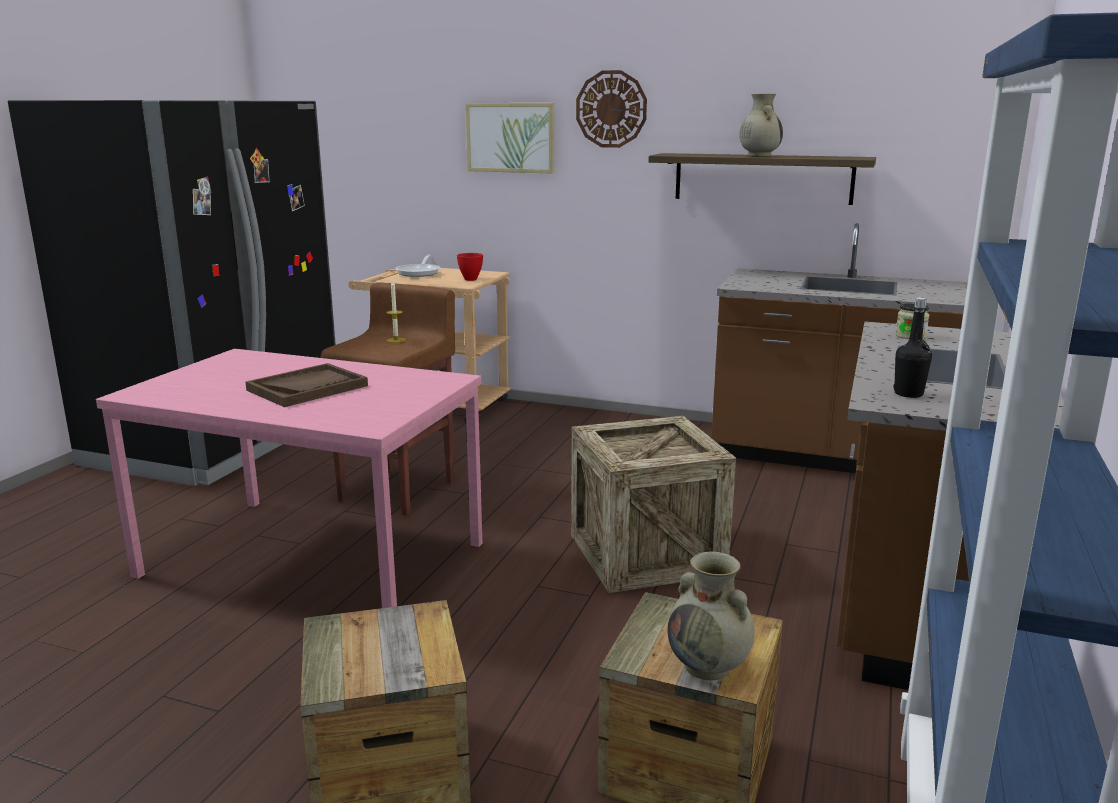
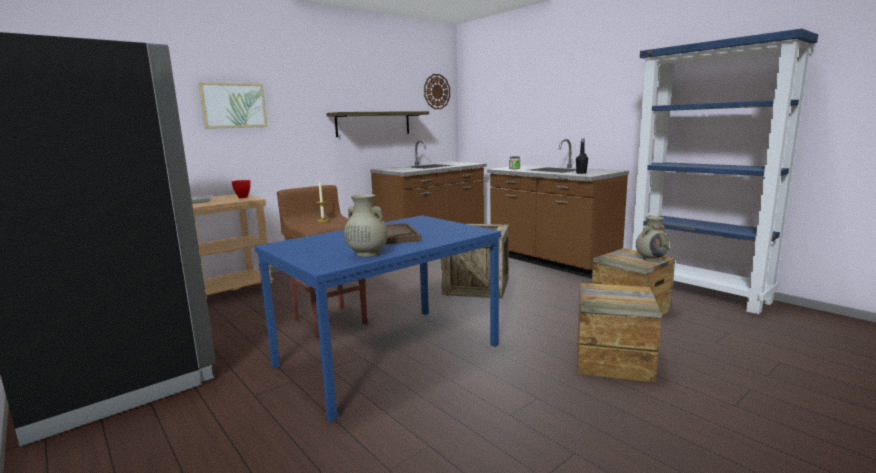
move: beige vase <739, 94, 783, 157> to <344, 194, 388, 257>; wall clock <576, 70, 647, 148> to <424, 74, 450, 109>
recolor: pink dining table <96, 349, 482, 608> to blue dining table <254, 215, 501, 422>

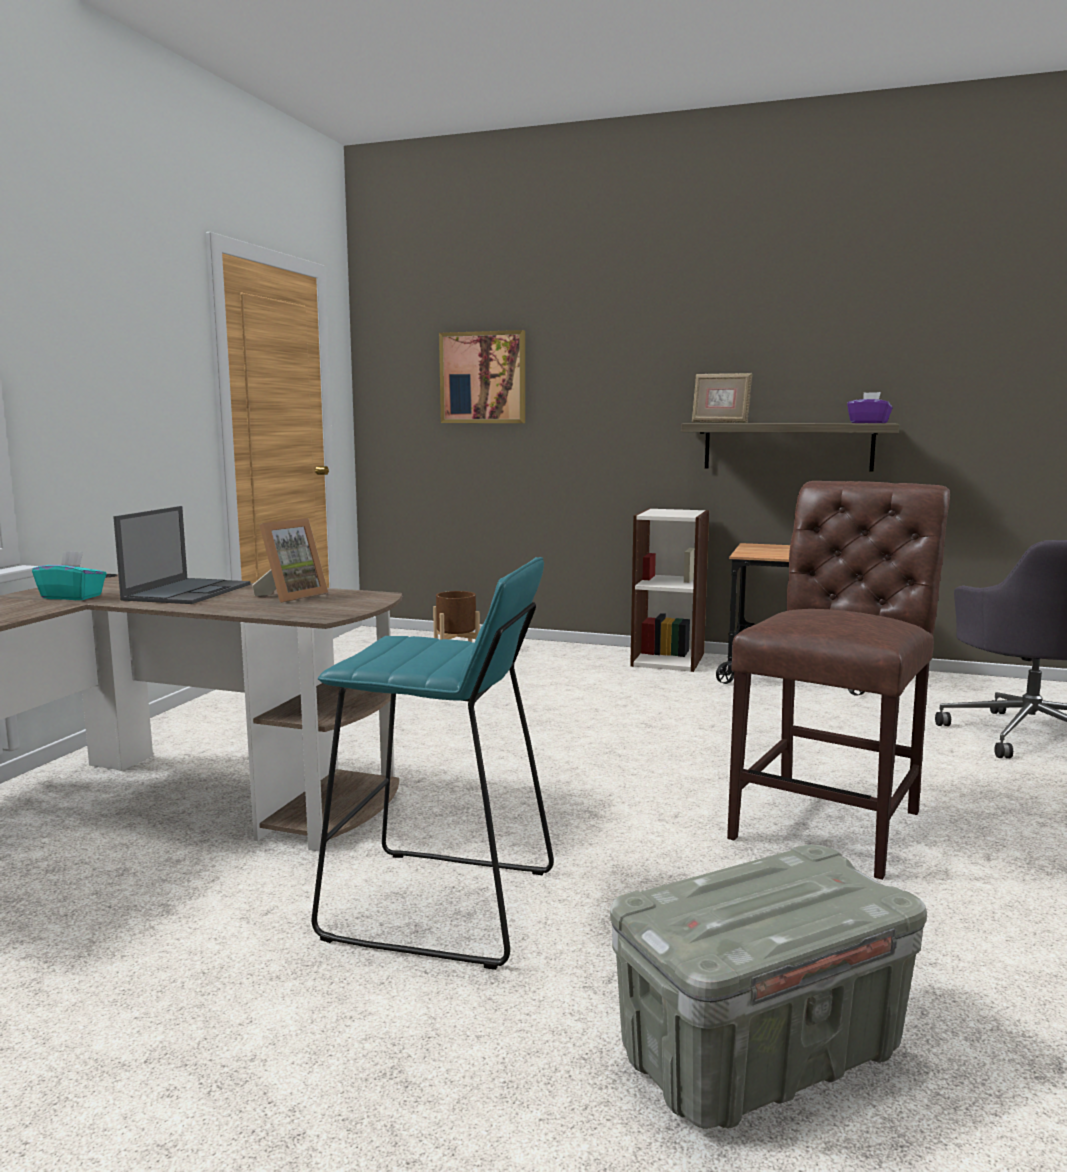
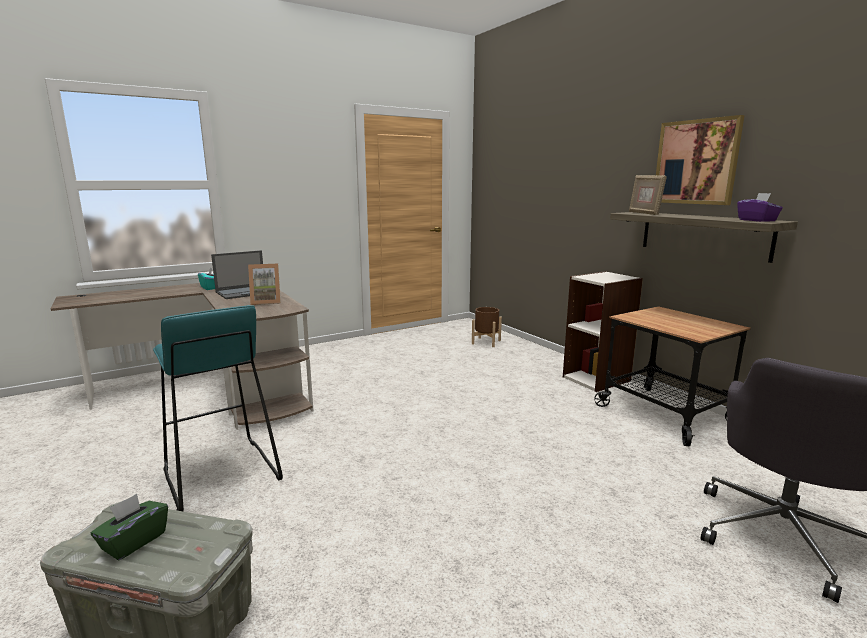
delete: brown chair <727, 481, 950, 880>
insert: green tissue box <91, 494, 168, 561>
move: picture <439, 330, 525, 423> to <656, 115, 744, 205>

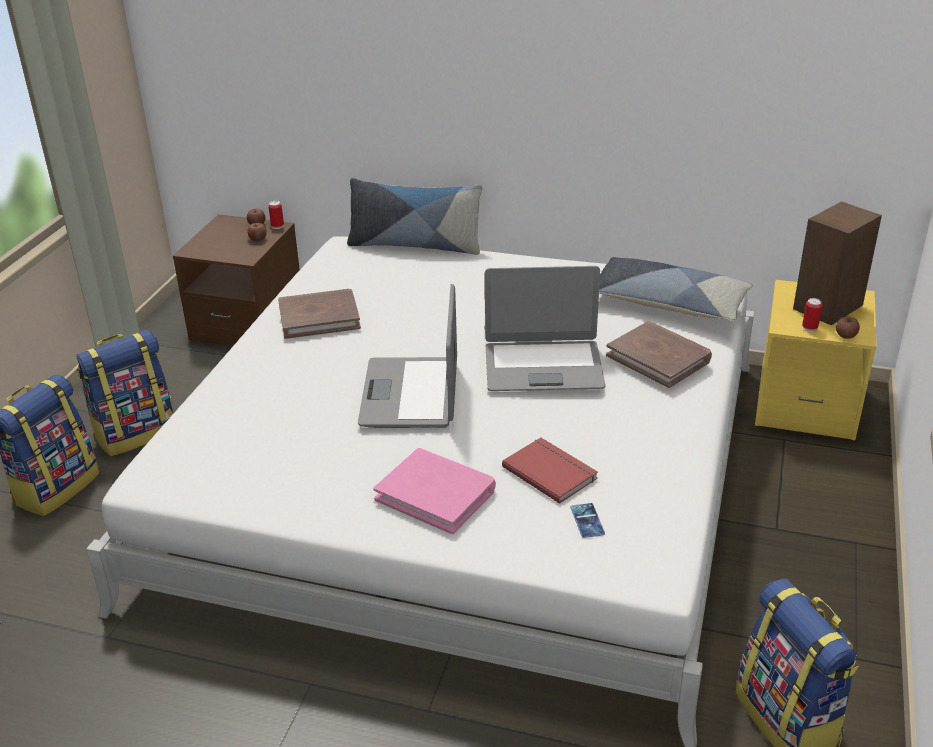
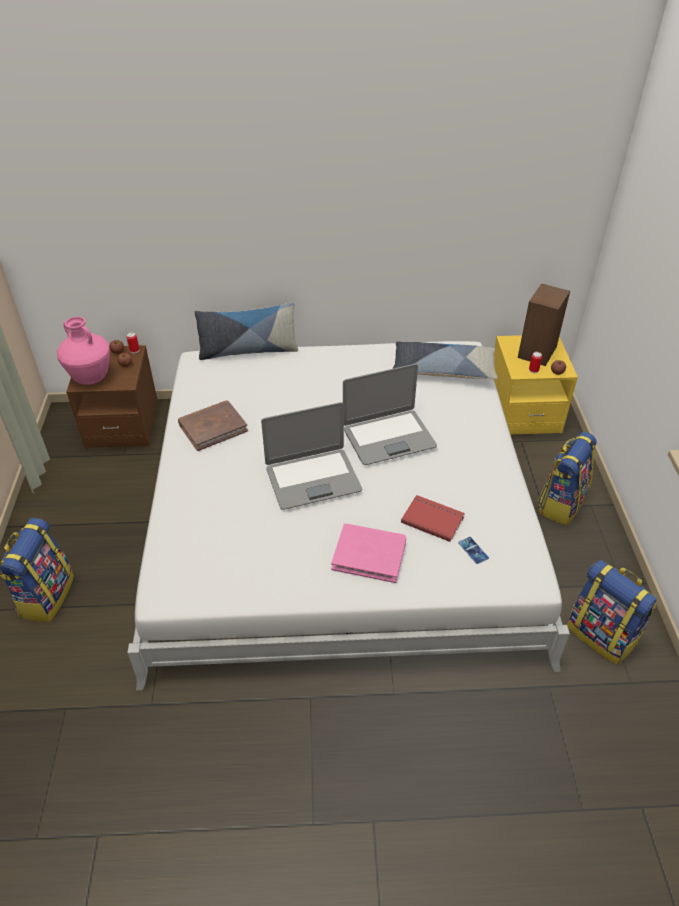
delete: brown book <606, 321, 712, 388>
insert: pink vase <57, 316, 110, 385>
move: backpack <76, 330, 174, 456> to <538, 432, 597, 526>
rotate: laptop <358, 284, 457, 428> = <261, 402, 362, 510> 90 degrees counterclockwise

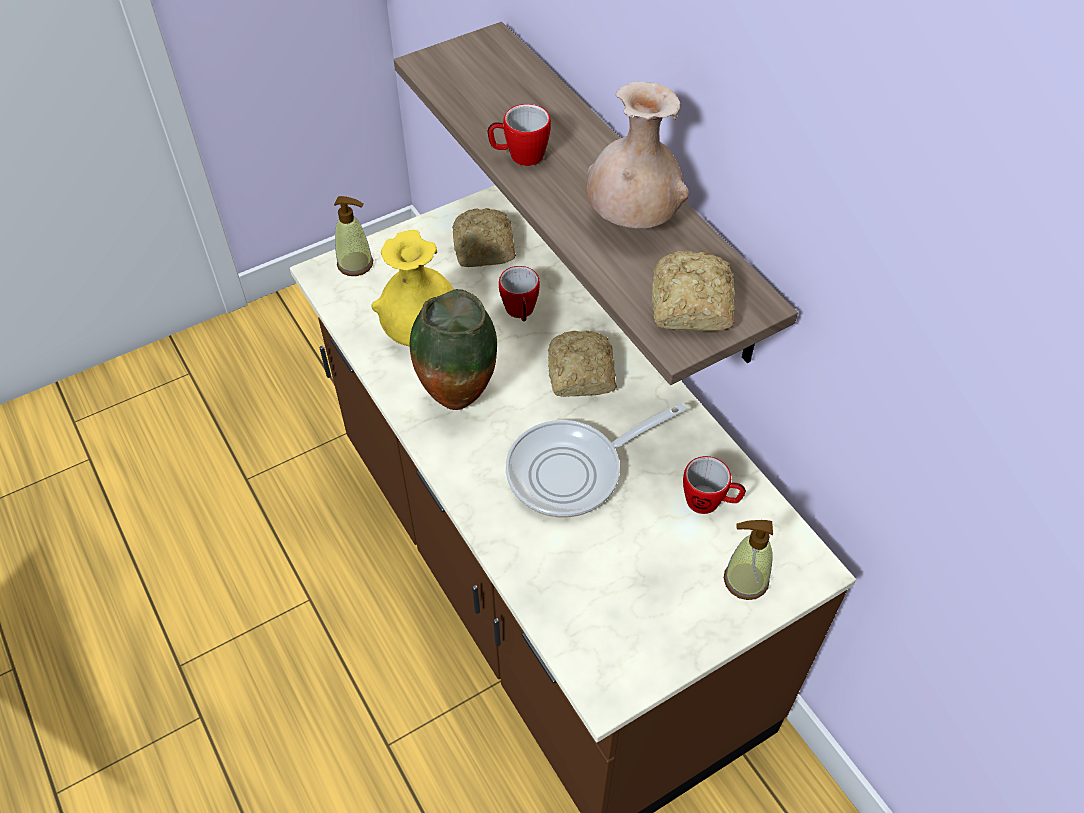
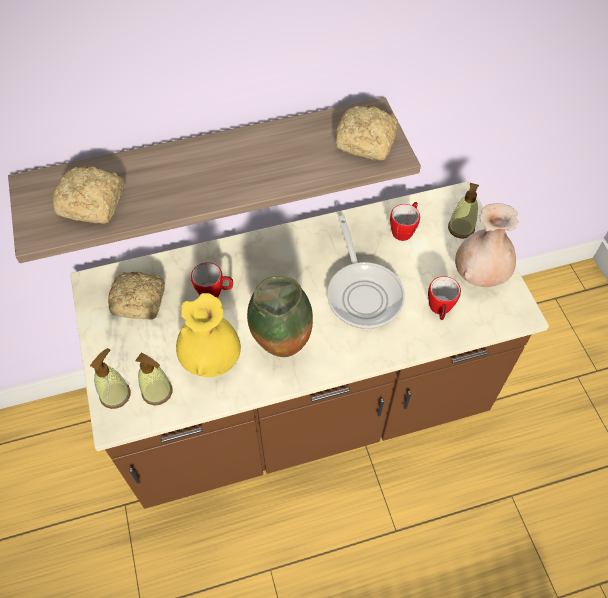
insert: soap dispenser <135, 352, 172, 406>
move: bread <548, 331, 617, 397> to <53, 166, 124, 224>; mug <488, 104, 551, 166> to <428, 276, 461, 320>; beige vase <587, 81, 689, 229> to <455, 203, 519, 287>

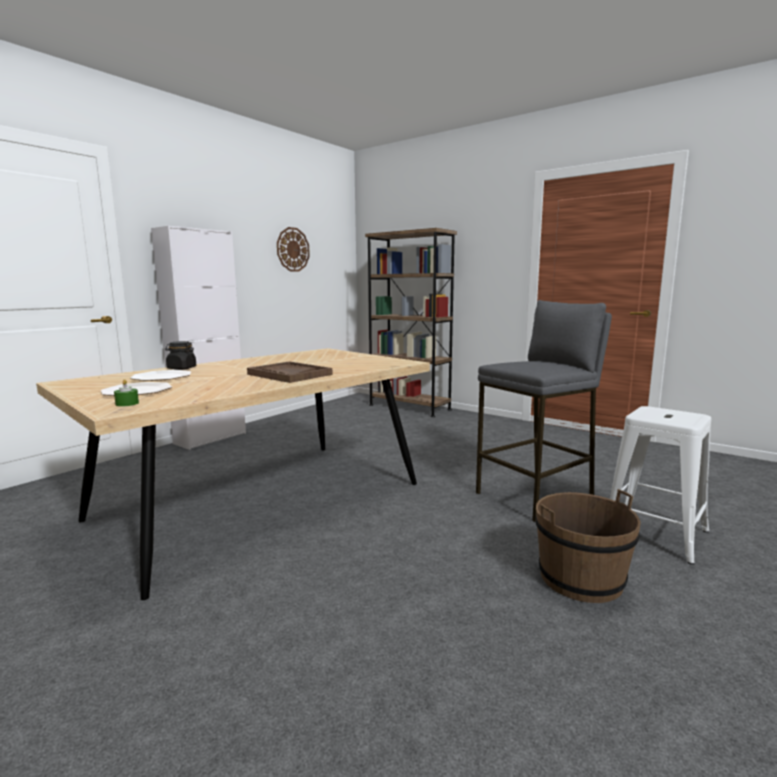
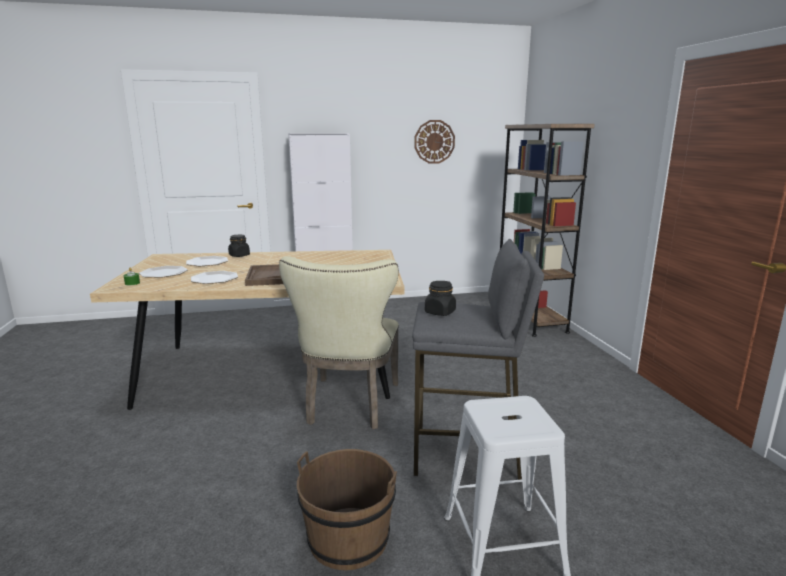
insert: plate <191, 271, 238, 284>; beige chair <279, 256, 399, 429>; black jar <425, 281, 456, 316>

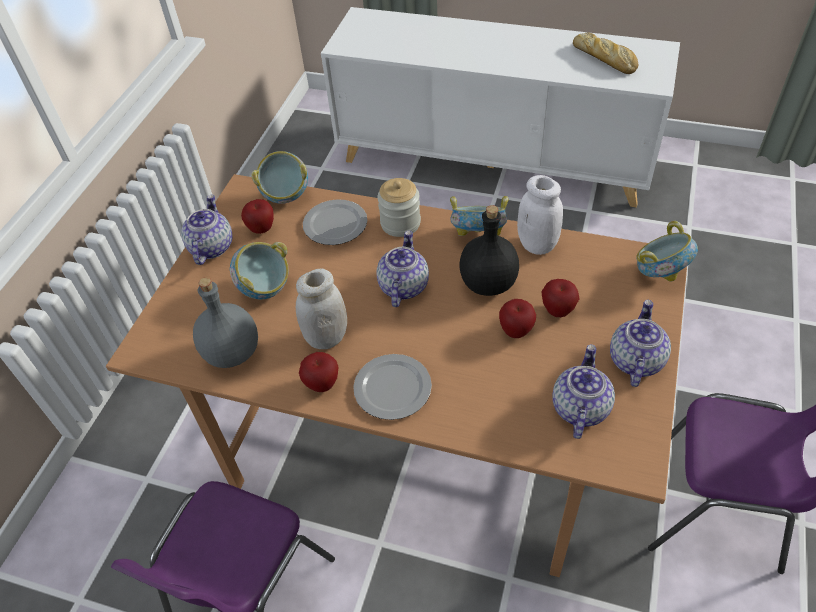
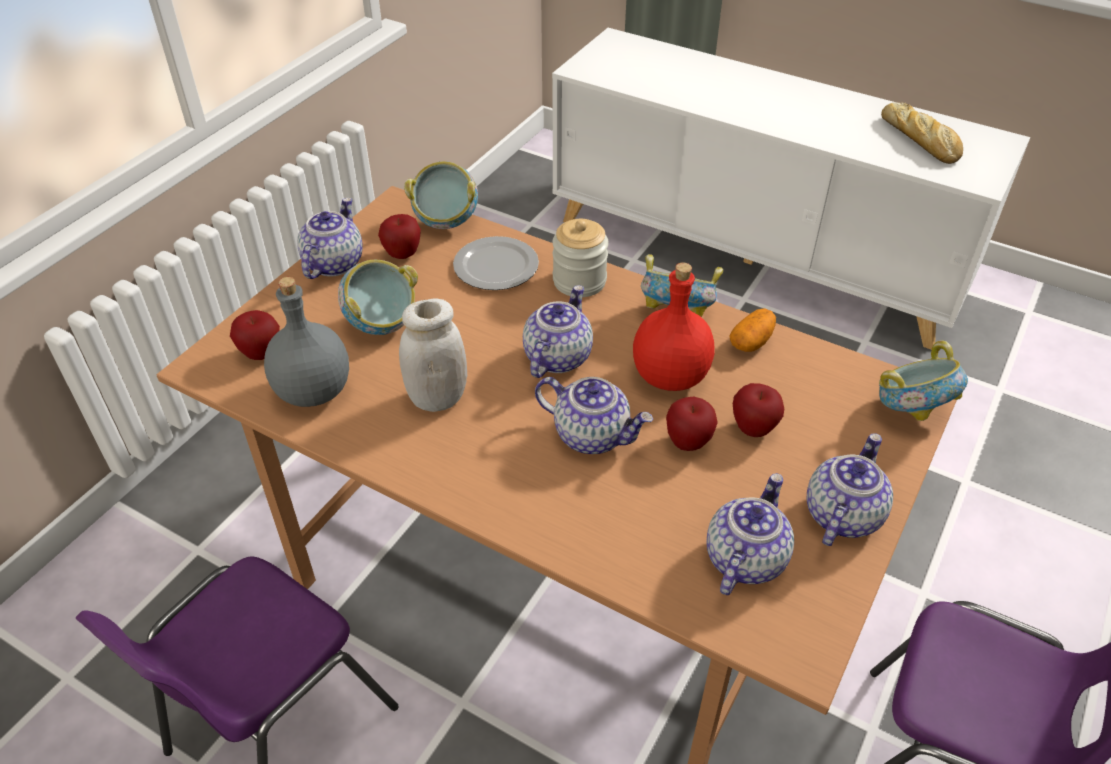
delete: plate <353, 354, 432, 420>
insert: teapot <535, 377, 653, 454>
move: apple <299, 352, 339, 392> to <230, 310, 280, 360>
replace: white jar <517, 175, 563, 255> to potato <729, 308, 776, 352>
recolor: black bottle <460, 205, 519, 296> to red bottle <633, 262, 714, 391>

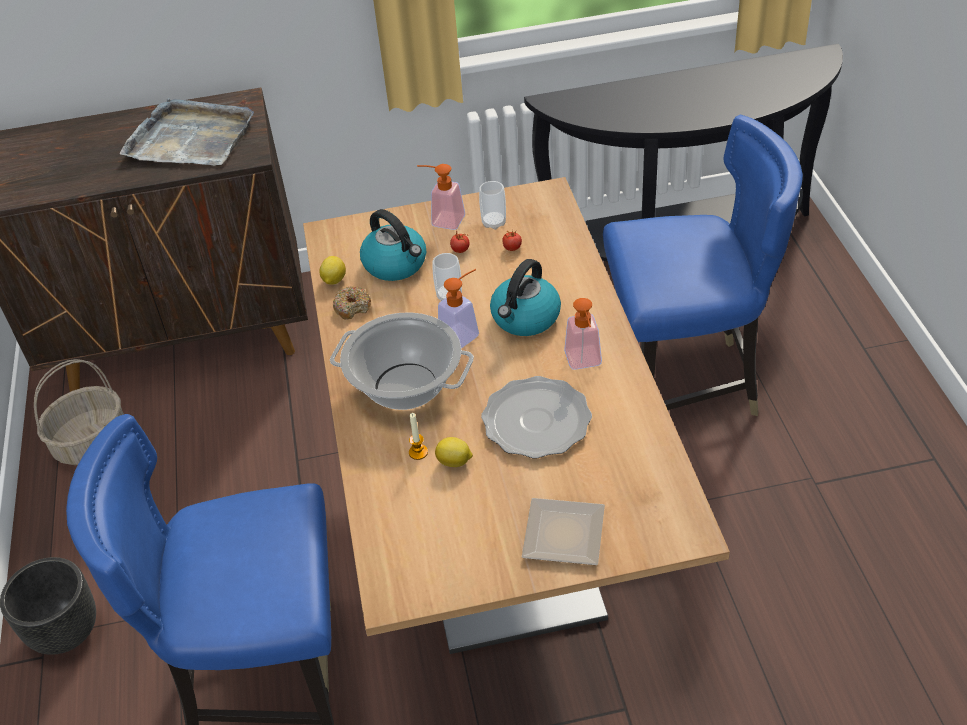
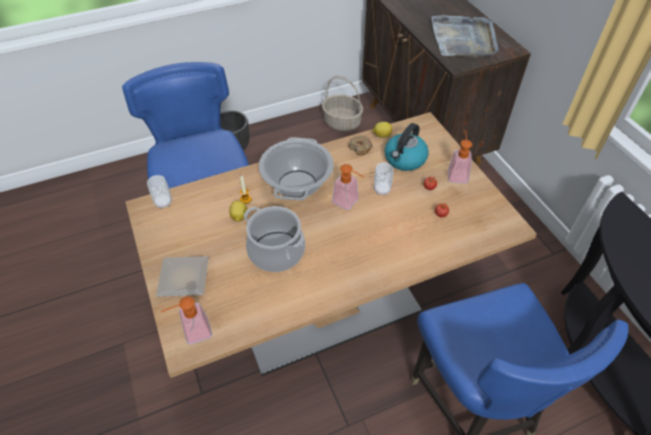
delete: kettle <490, 259, 561, 336>
move: cup <479, 181, 506, 230> to <147, 175, 172, 209>; soap dispenser <564, 298, 602, 370> to <161, 296, 212, 344>
replace: plate <481, 376, 592, 458> to cooking pot <243, 206, 305, 272>

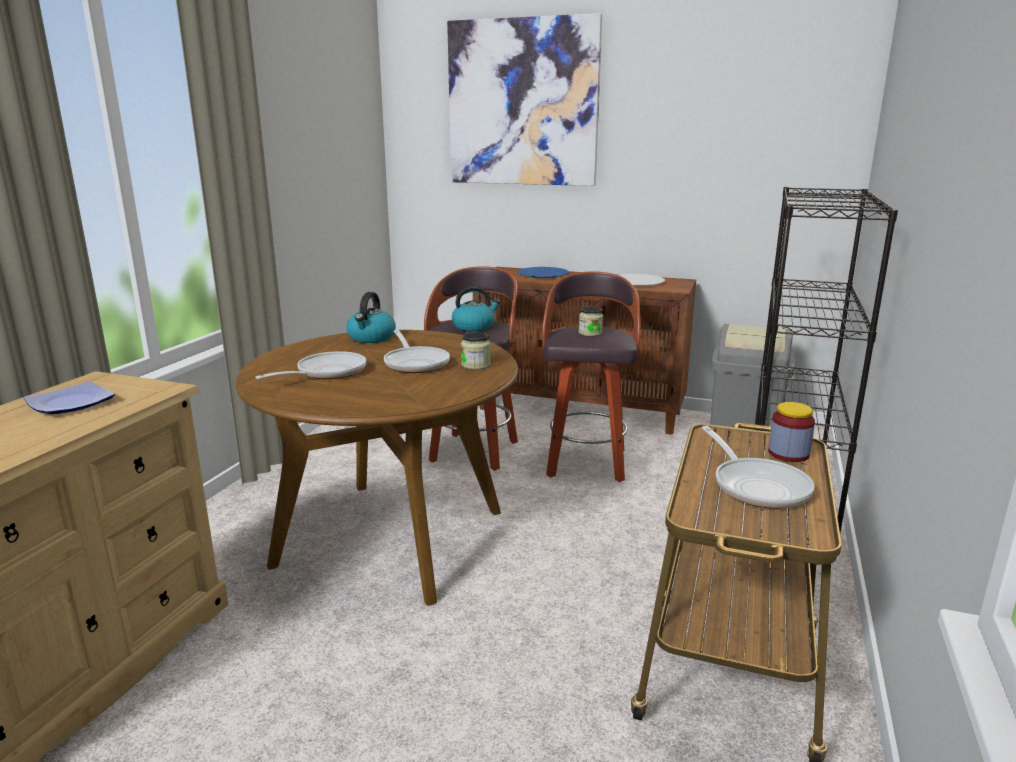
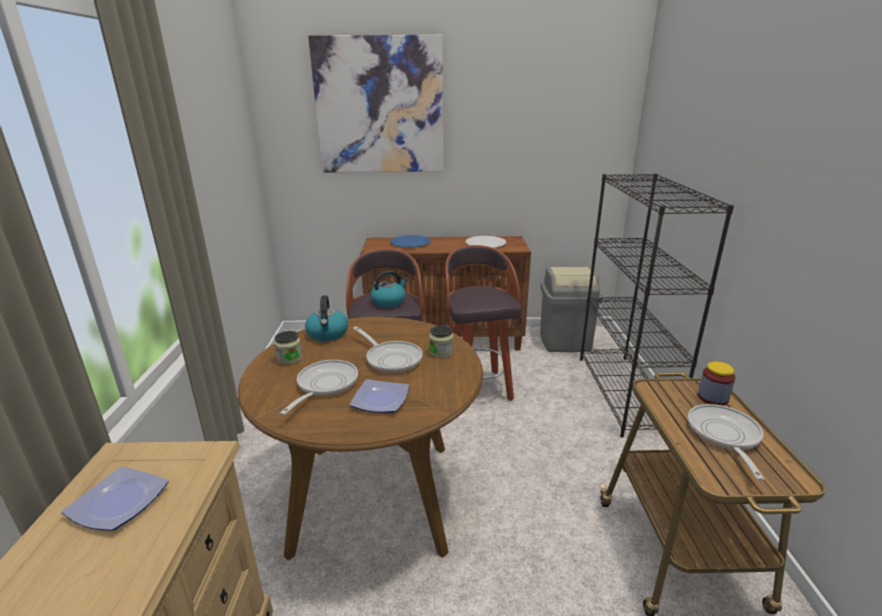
insert: plate <350, 379, 409, 413>
move: jar <579, 306, 603, 336> to <274, 331, 302, 365>
rotate: frying pan <702, 426, 815, 509> = <688, 404, 764, 481> 135 degrees counterclockwise

